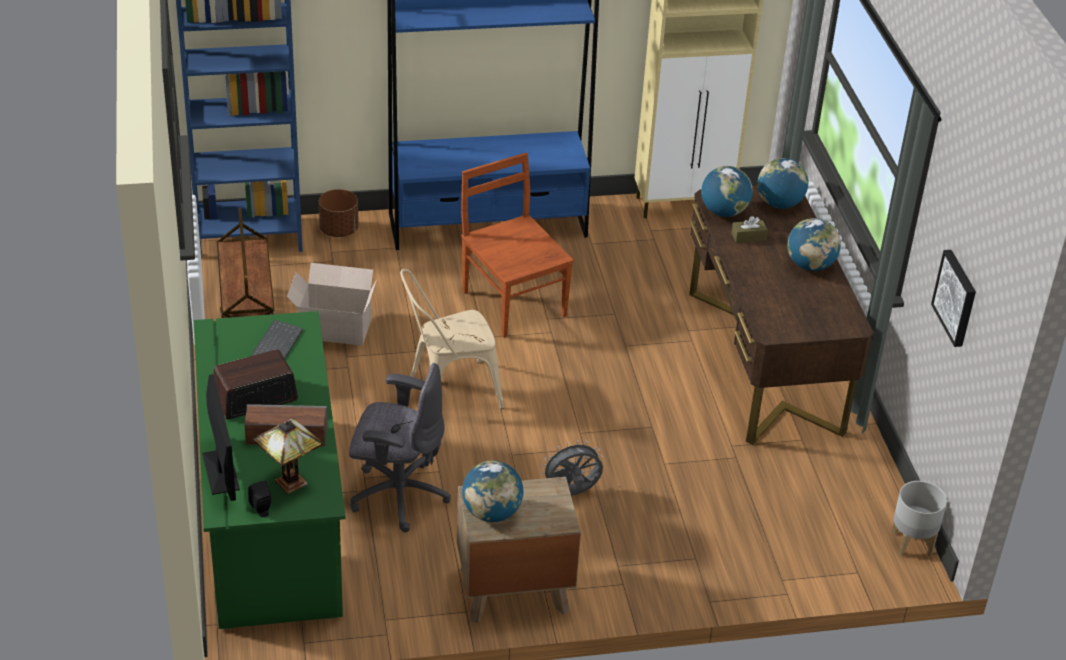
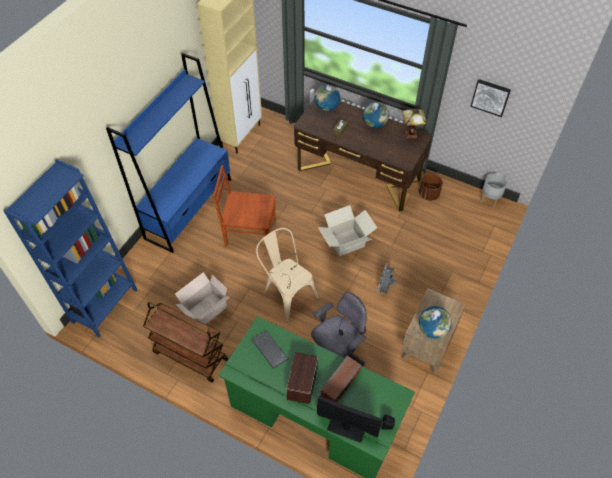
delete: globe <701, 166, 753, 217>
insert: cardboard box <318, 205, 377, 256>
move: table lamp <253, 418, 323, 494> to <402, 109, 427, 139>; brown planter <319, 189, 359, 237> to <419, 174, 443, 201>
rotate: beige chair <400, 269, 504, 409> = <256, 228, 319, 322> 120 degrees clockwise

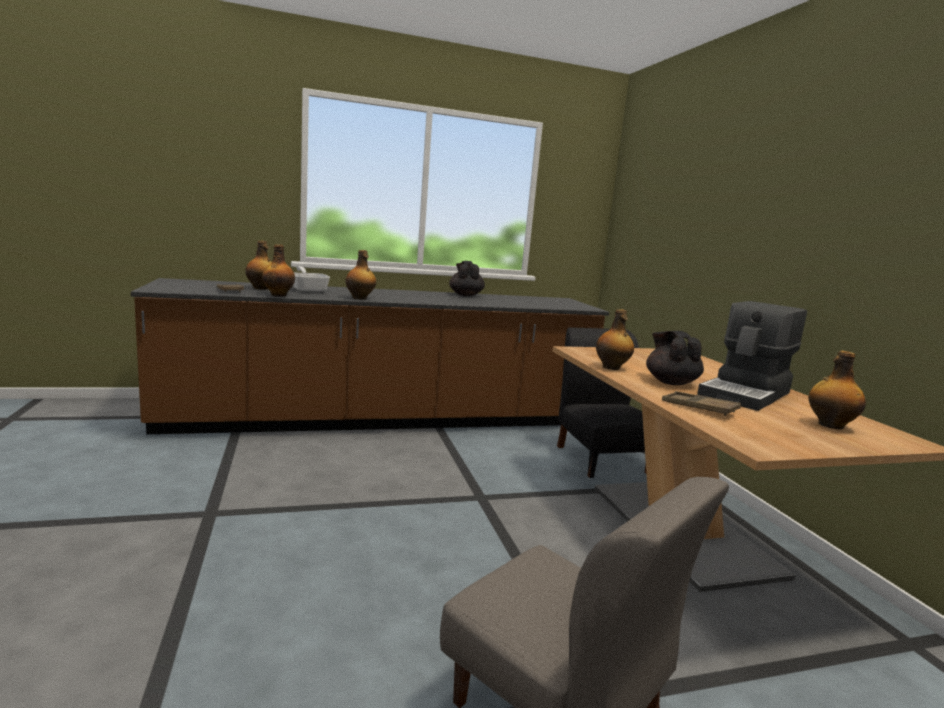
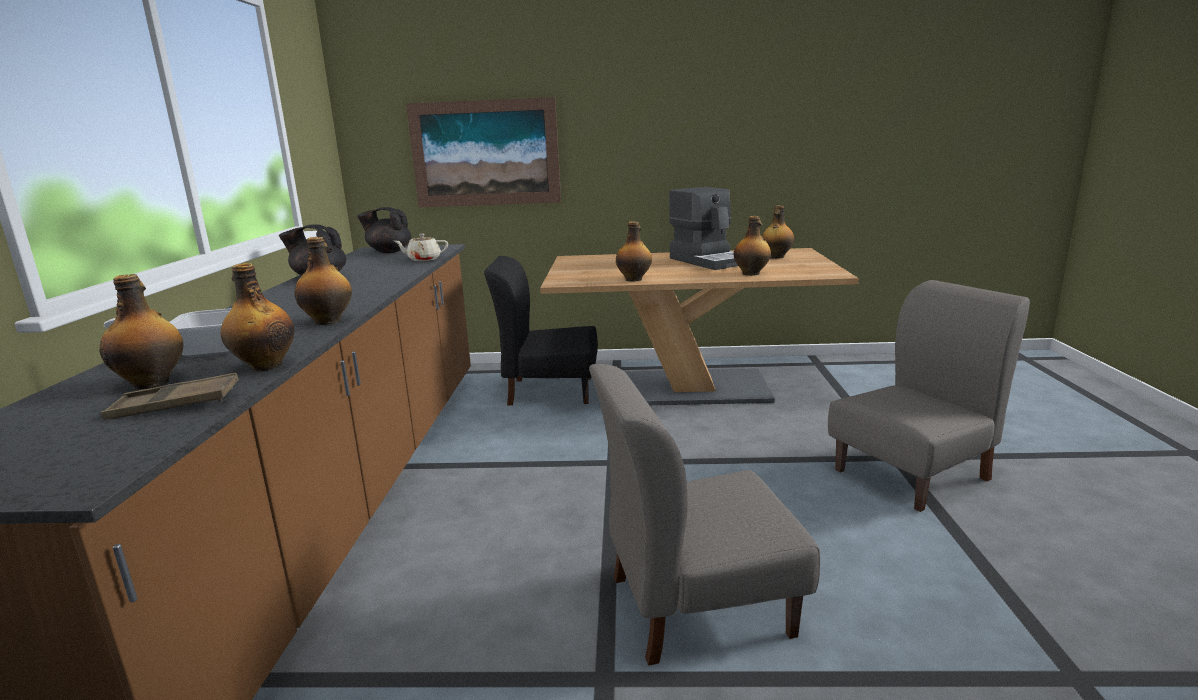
insert: beige teapot <394, 234, 448, 261>; picture <406, 97, 561, 207>; grey chair <589, 364, 820, 666>
move: black teapot <646, 331, 704, 385> to <357, 207, 411, 253>
replace: brown tray <662, 391, 741, 416> to bottle <734, 216, 771, 276>

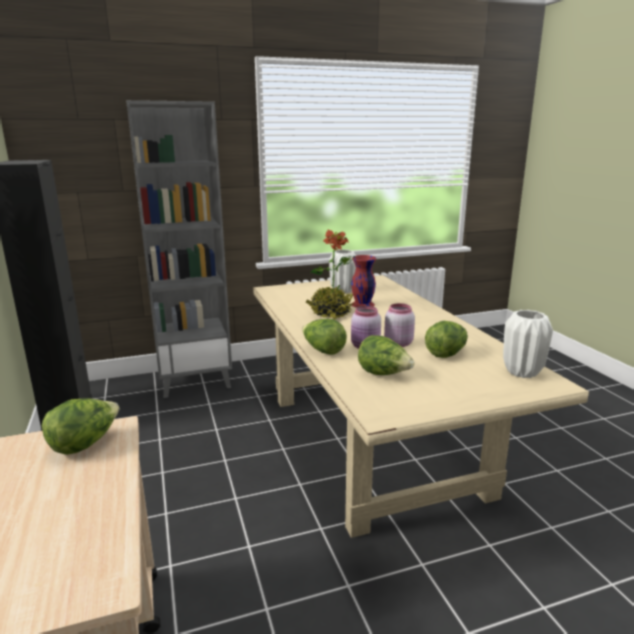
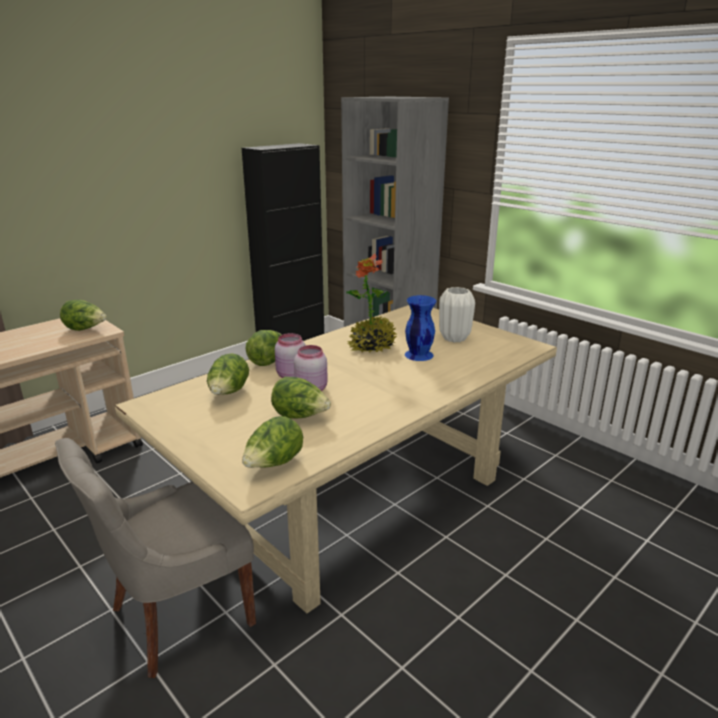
insert: grey chair <55, 438, 256, 678>
replace: white vase <503, 310, 553, 378> to lettuce <242, 416, 303, 468>
recolor: red vase <351, 255, 376, 308> to blue vase <405, 295, 436, 361>

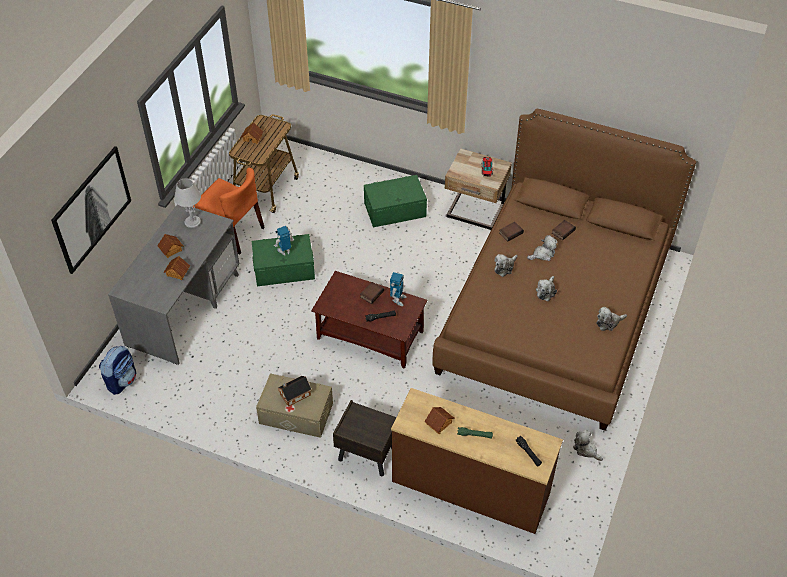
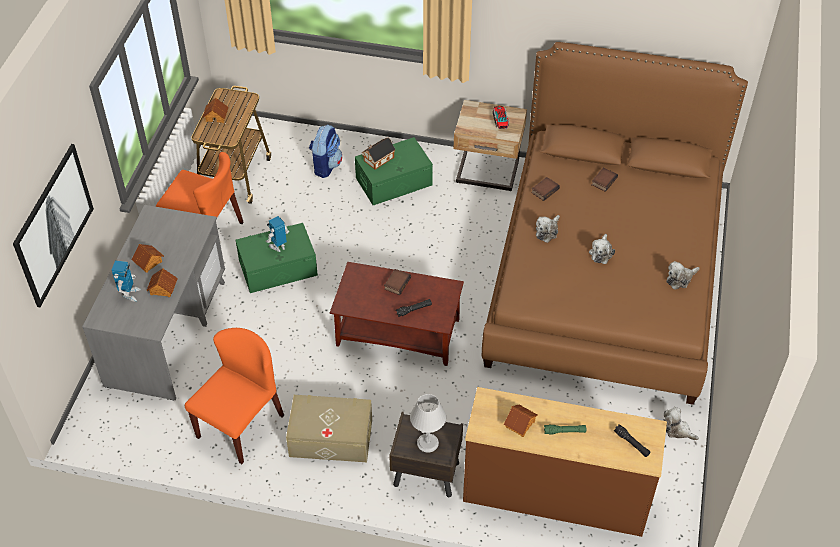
delete: plush toy <527, 235, 557, 261>
insert: orange chair <185, 328, 284, 464>
move: toy robot <390, 272, 407, 306> to <112, 261, 141, 302>; backpack <99, 346, 136, 395> to <309, 124, 342, 178>; toy house <278, 376, 311, 407> to <362, 138, 396, 169>; grey table lamp <174, 178, 201, 228> to <410, 394, 446, 453>

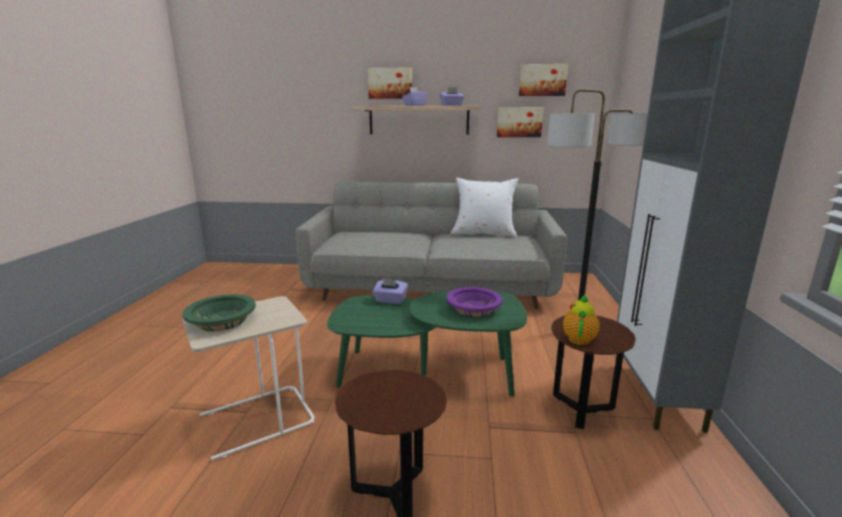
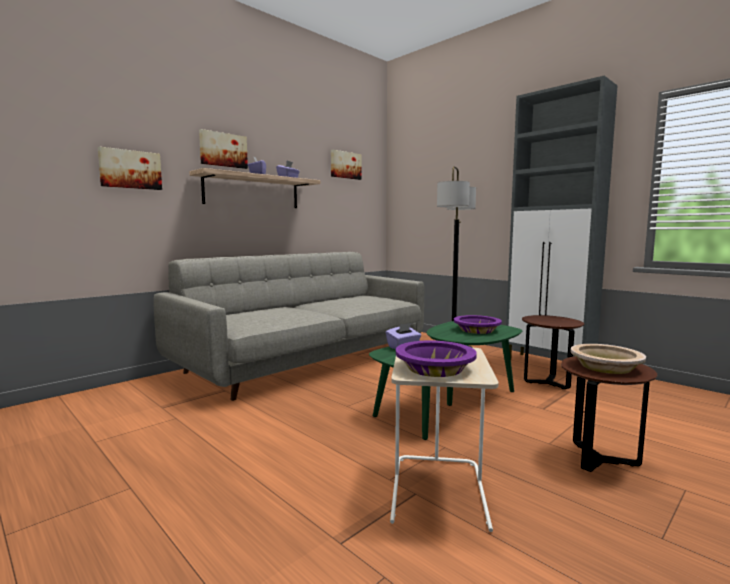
delete: white pillow <451, 178, 519, 238>; teapot <563, 294, 600, 345>
insert: beige bowl <571, 344, 646, 374>
move: picture <497, 107, 543, 137> to <98, 147, 162, 190>
recolor: green bowl <182, 294, 256, 331> to purple bowl <396, 340, 477, 377>

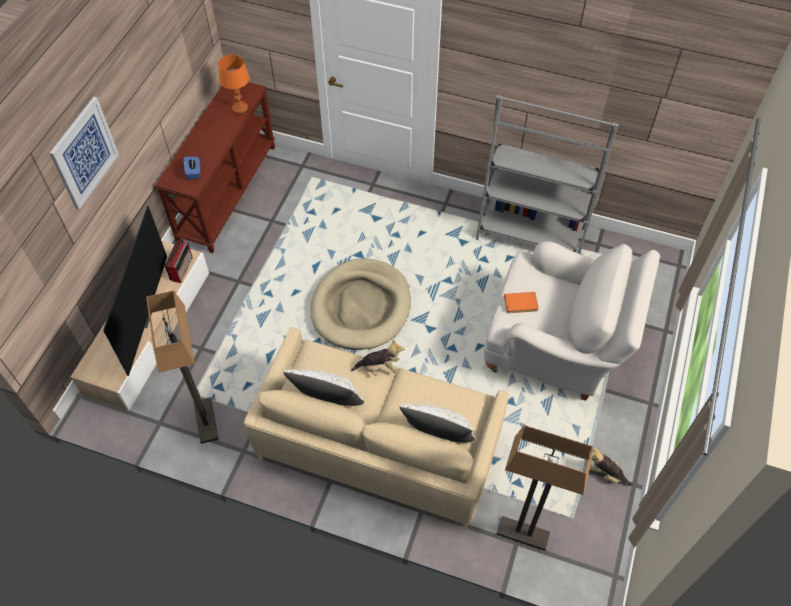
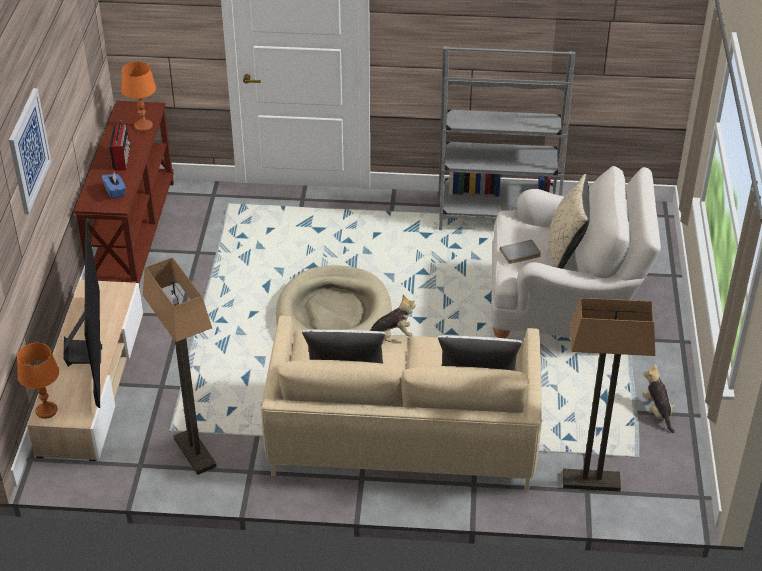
insert: orange table lamp <17, 343, 59, 419>; beige pillow <549, 174, 590, 269>
move: radio <165, 238, 193, 283> to <109, 121, 130, 171>
recolor: orange book <504, 292, 539, 313> to grey book <500, 240, 541, 264>
rotate: plush toy <586, 447, 633, 485> = <643, 364, 675, 433> 60 degrees clockwise

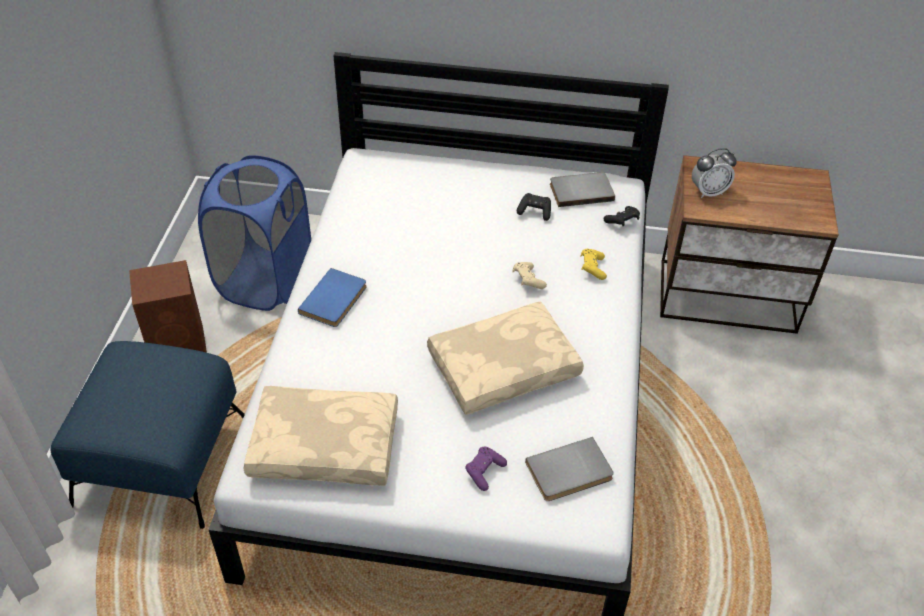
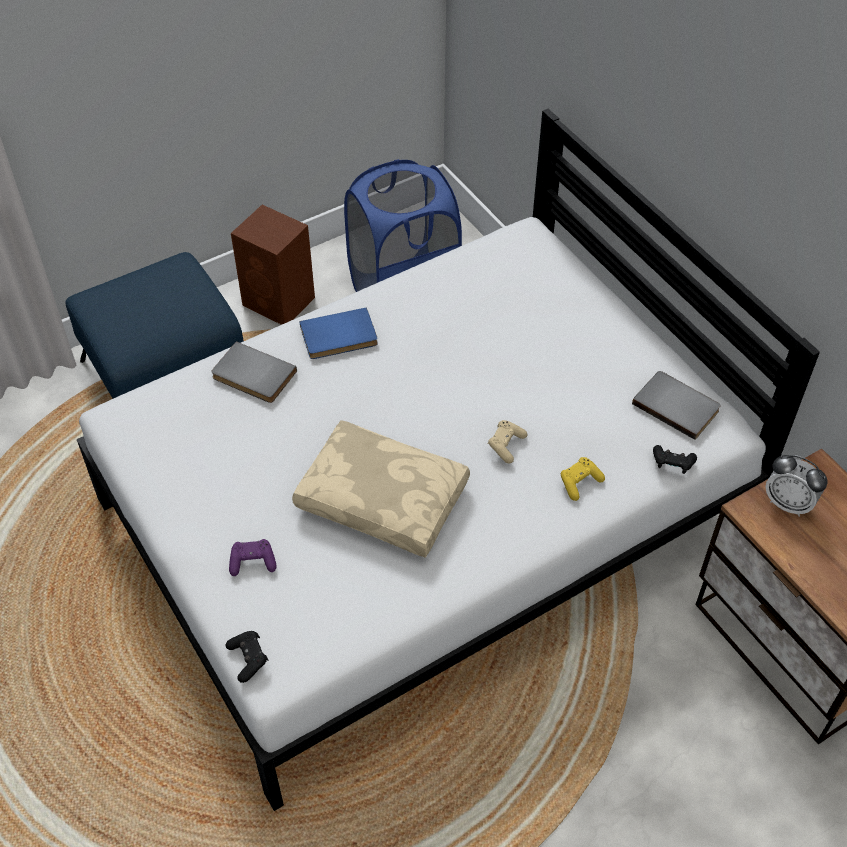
delete: beige pillow <243, 386, 398, 486>
move: grey book <525, 437, 614, 501> to <211, 341, 297, 403>; black game controller <517, 193, 551, 221> to <226, 631, 268, 683>

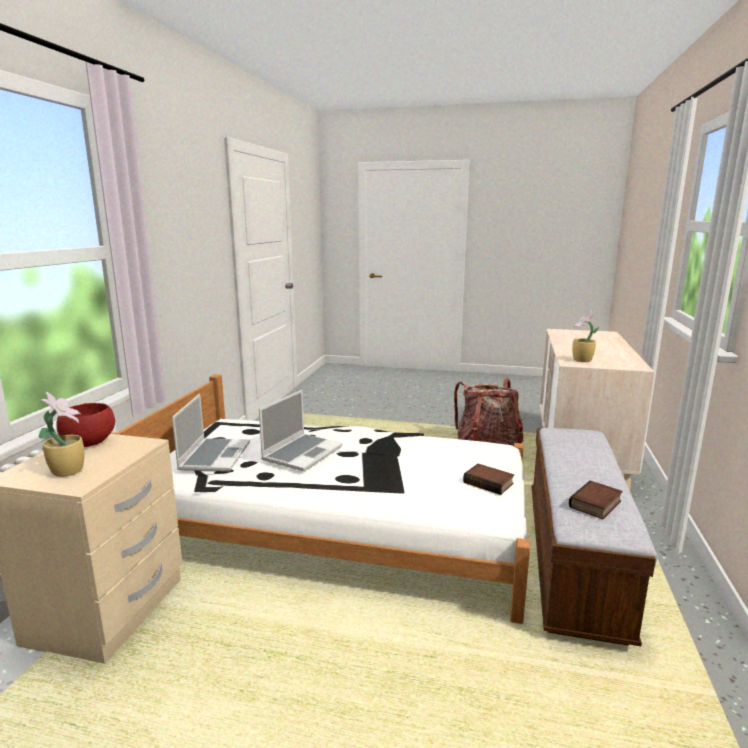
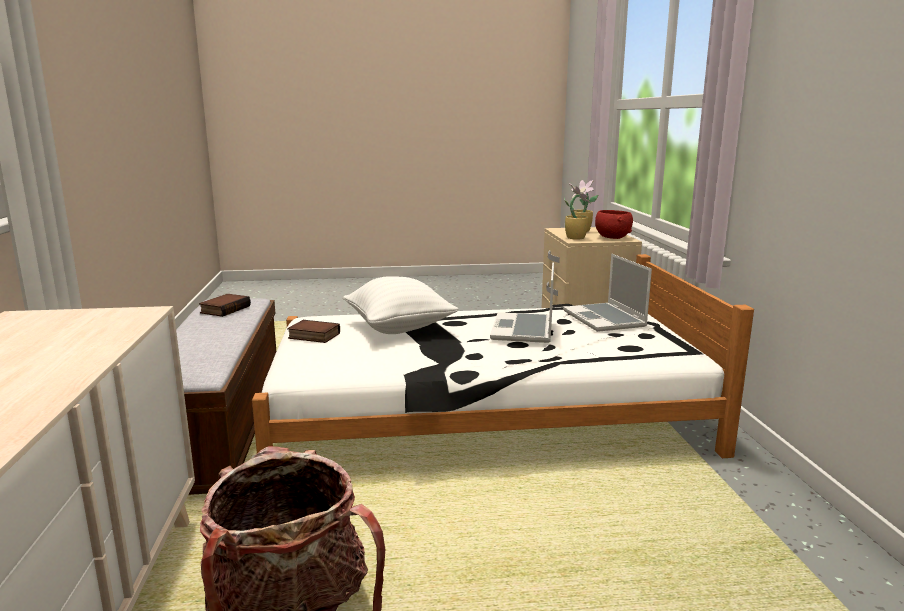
insert: white pillow <343, 276, 458, 334>
move: potted plant <572, 310, 599, 362> to <564, 184, 591, 239>

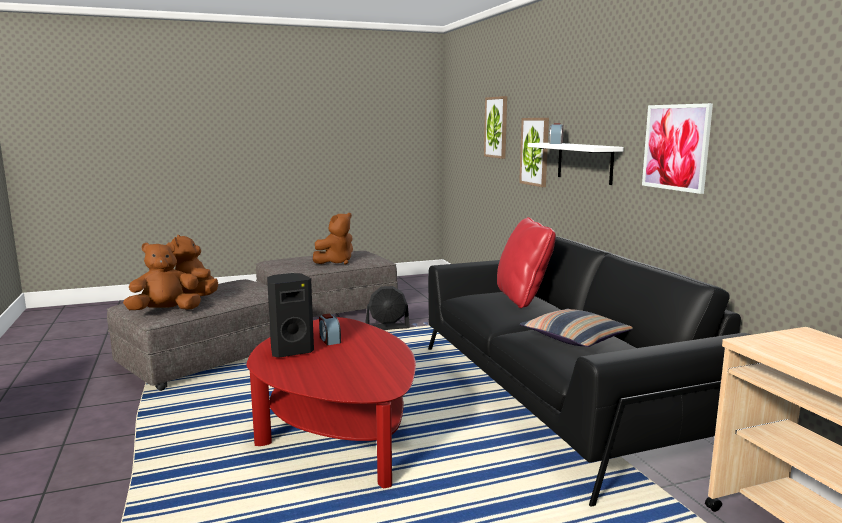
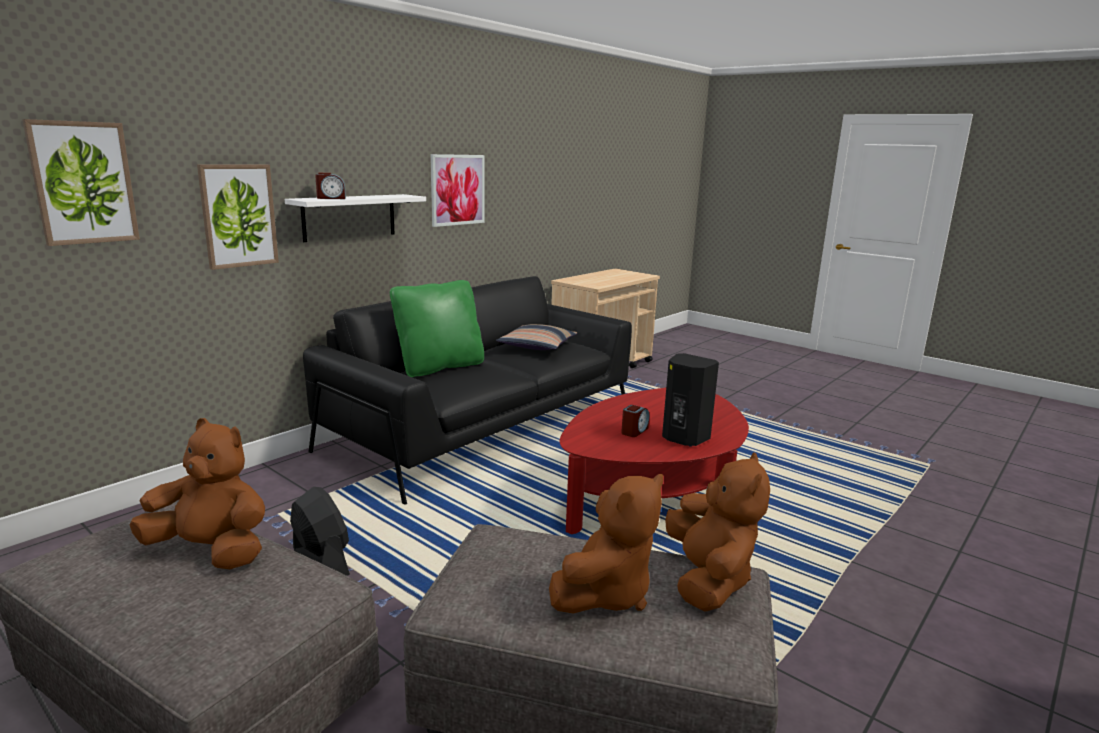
recolor: red pillow <497, 217, 556, 308> to green pillow <390, 280, 484, 377>
rotate: brown plush toy <123, 242, 201, 310> = <665, 452, 770, 612> 120 degrees counterclockwise

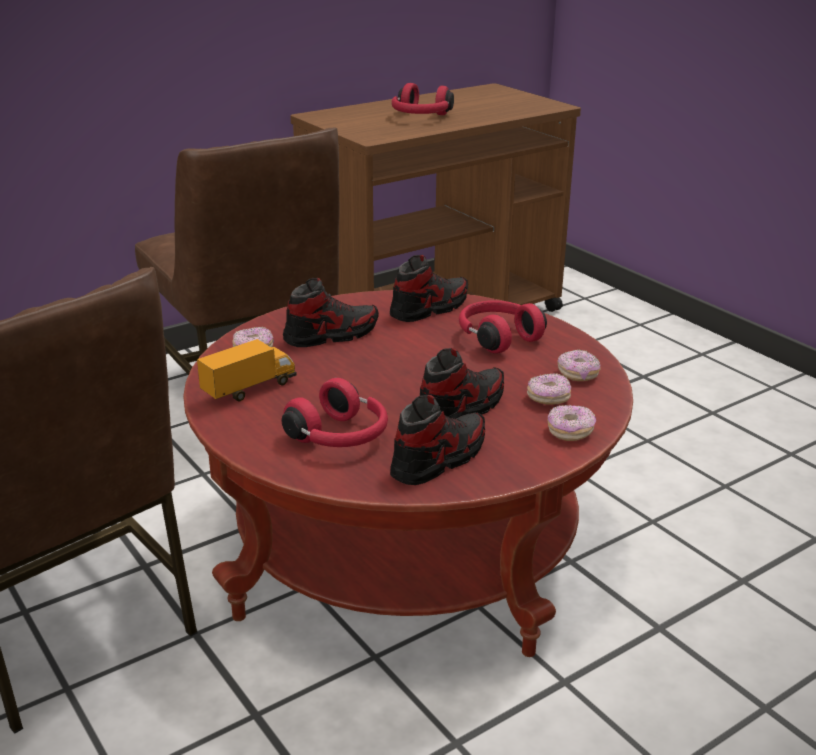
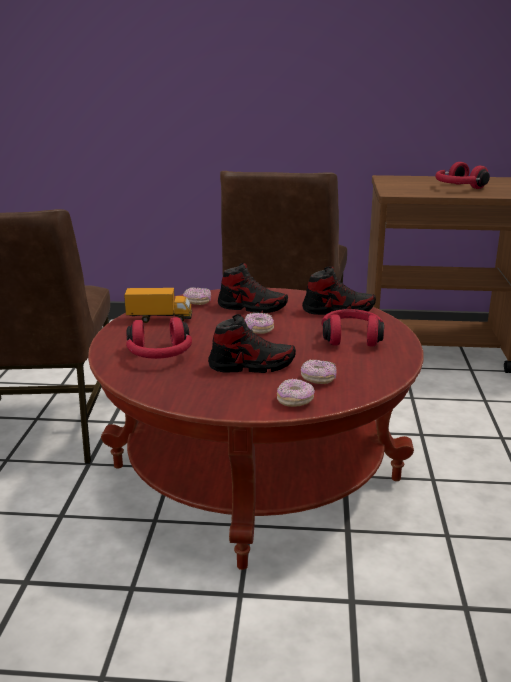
delete: shoe <390, 395, 485, 485>
move: donut <557, 350, 601, 381> to <245, 313, 274, 334>

